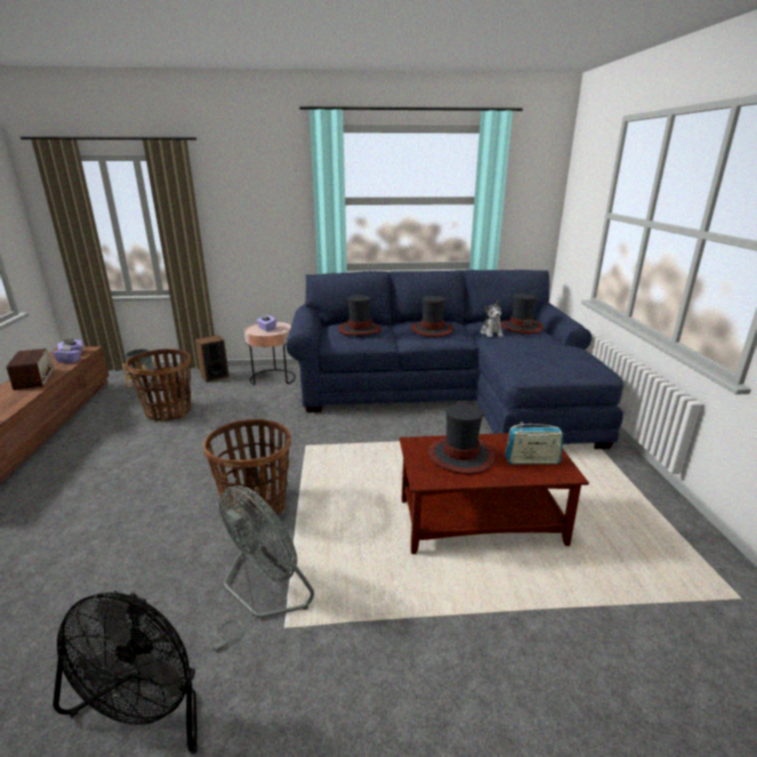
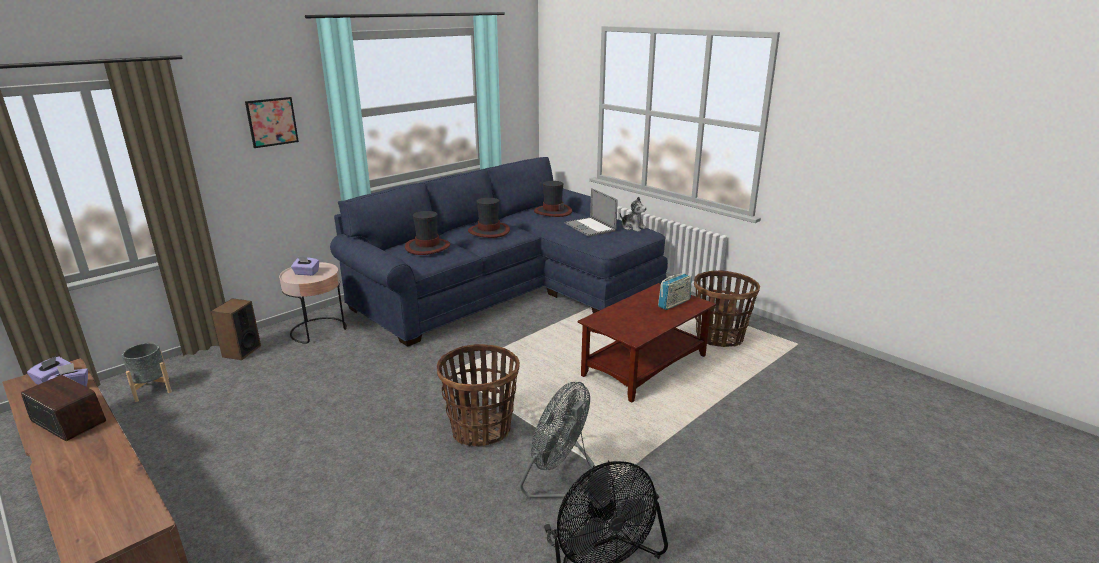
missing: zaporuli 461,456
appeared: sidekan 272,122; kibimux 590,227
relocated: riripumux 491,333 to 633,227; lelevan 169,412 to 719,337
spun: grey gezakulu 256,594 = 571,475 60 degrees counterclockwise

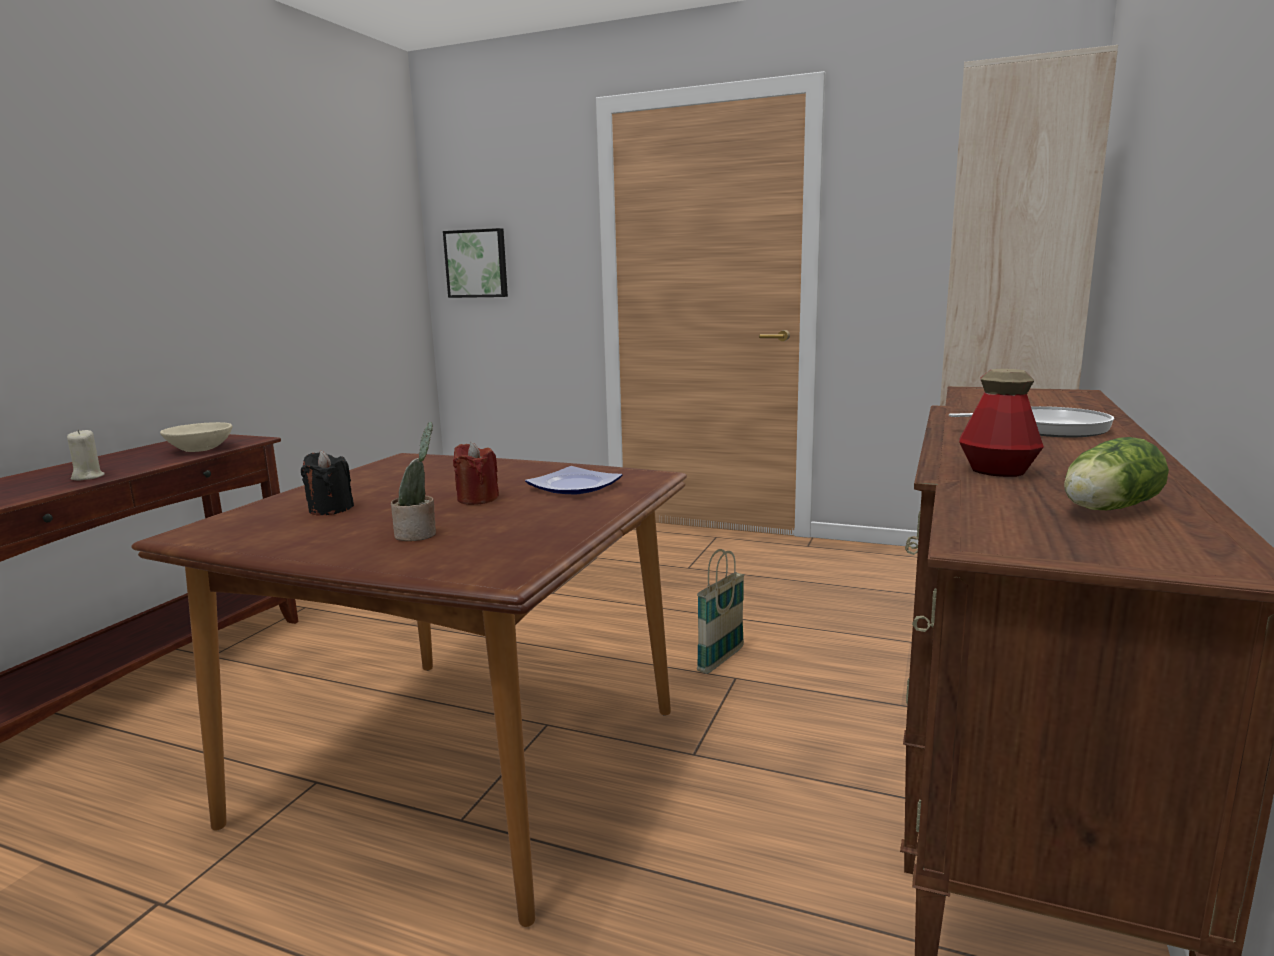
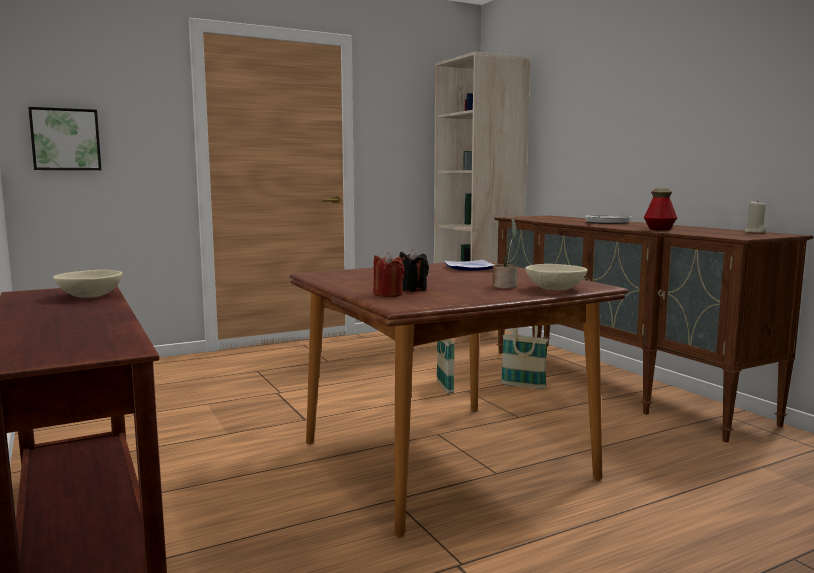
missing: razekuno 1105,509
appeared: lelevan 523,386; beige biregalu 554,289
relocated: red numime 477,499 to 388,294; beige numime 87,477 to 754,232

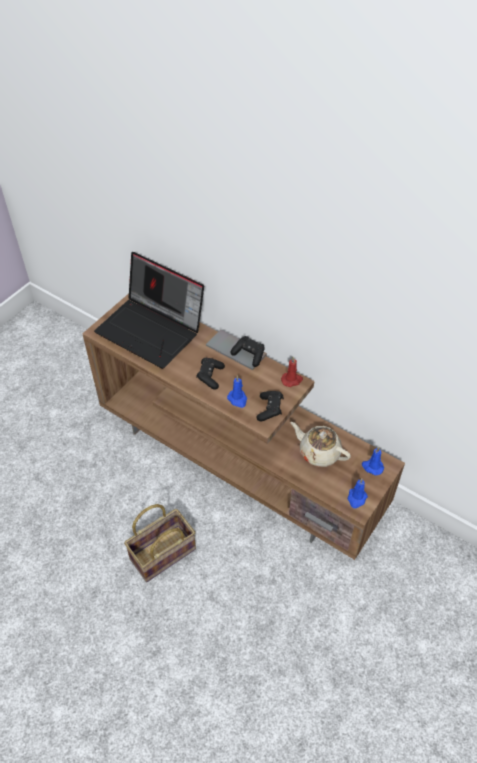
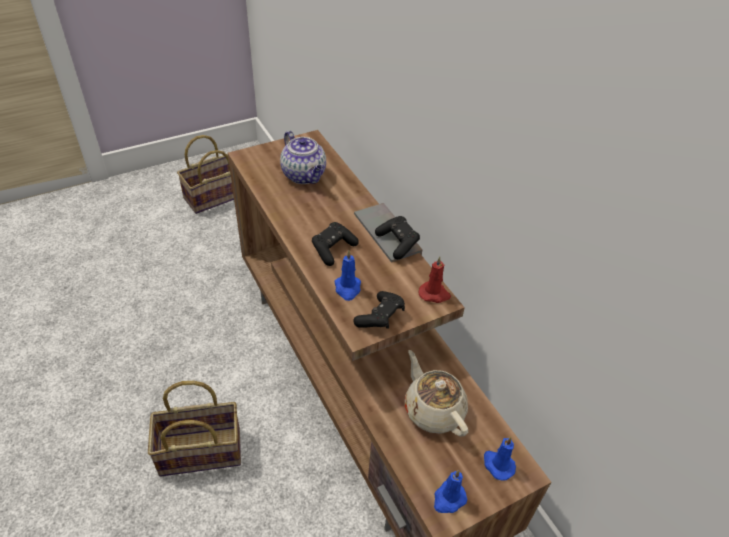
appeared: lelevan 215,195
exchanged: kibimux 152,330 to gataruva 304,176

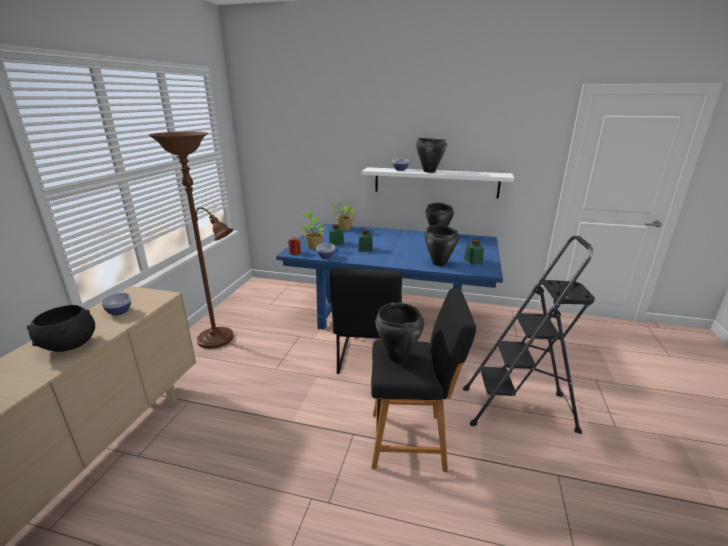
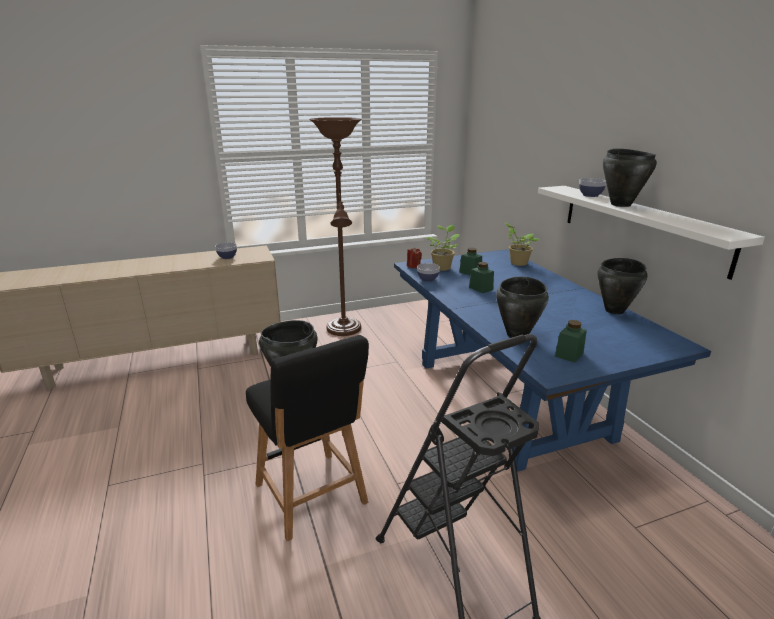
missing: black biregalu 69,345; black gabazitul 368,356

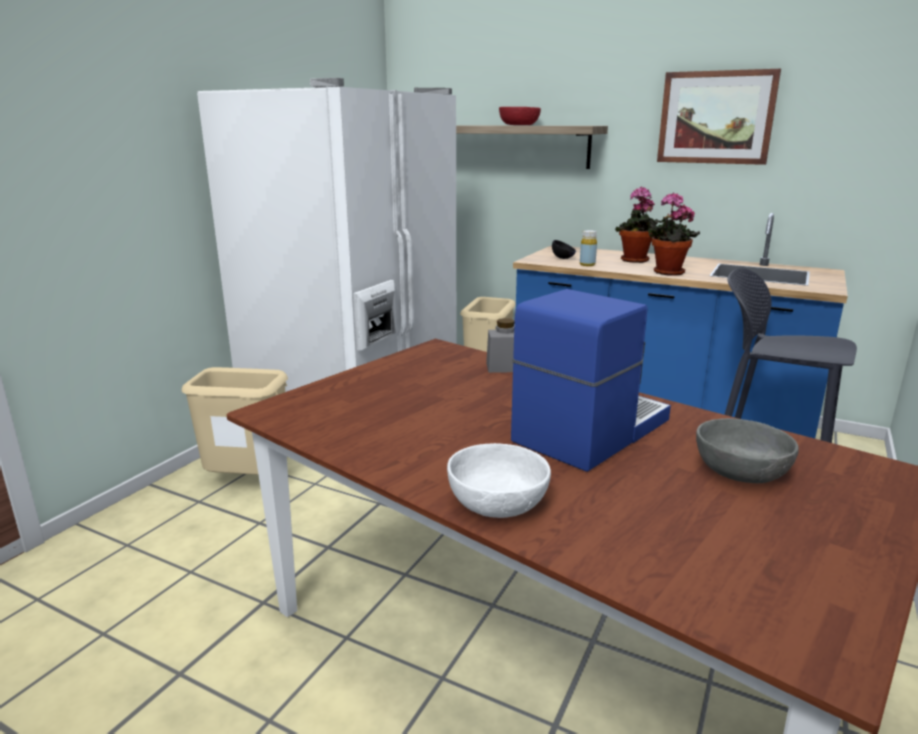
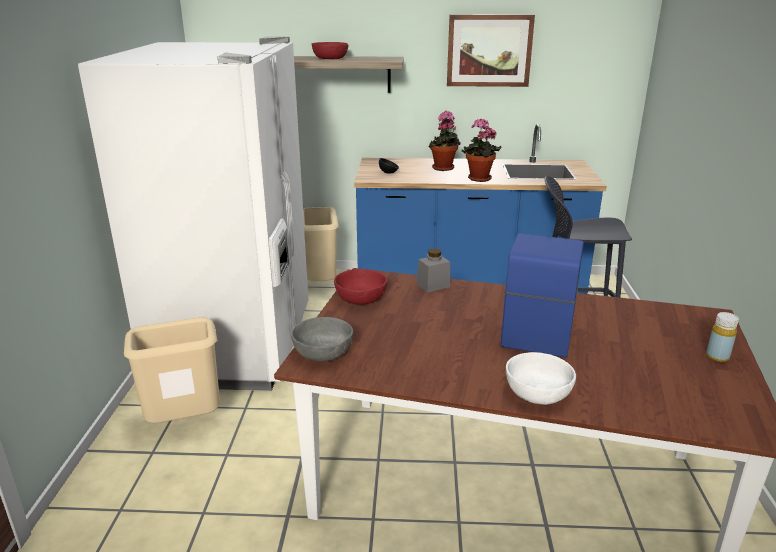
appeared: red biregalu 360,298
relocated: grey biregalu 740,470 to 322,352; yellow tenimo 587,264 to 717,357

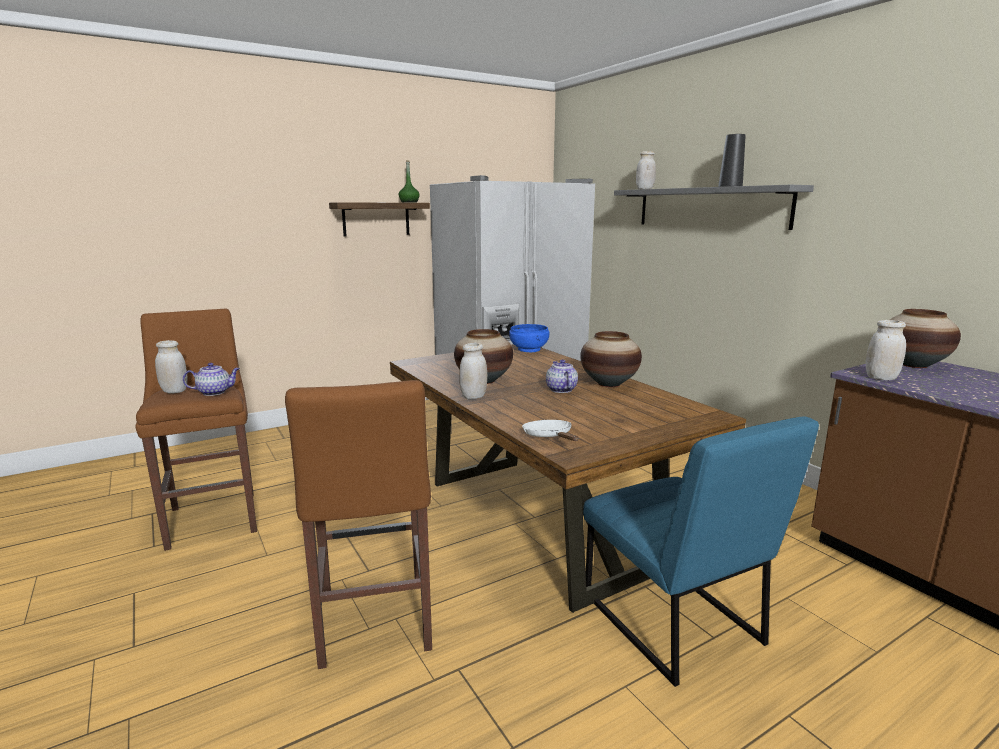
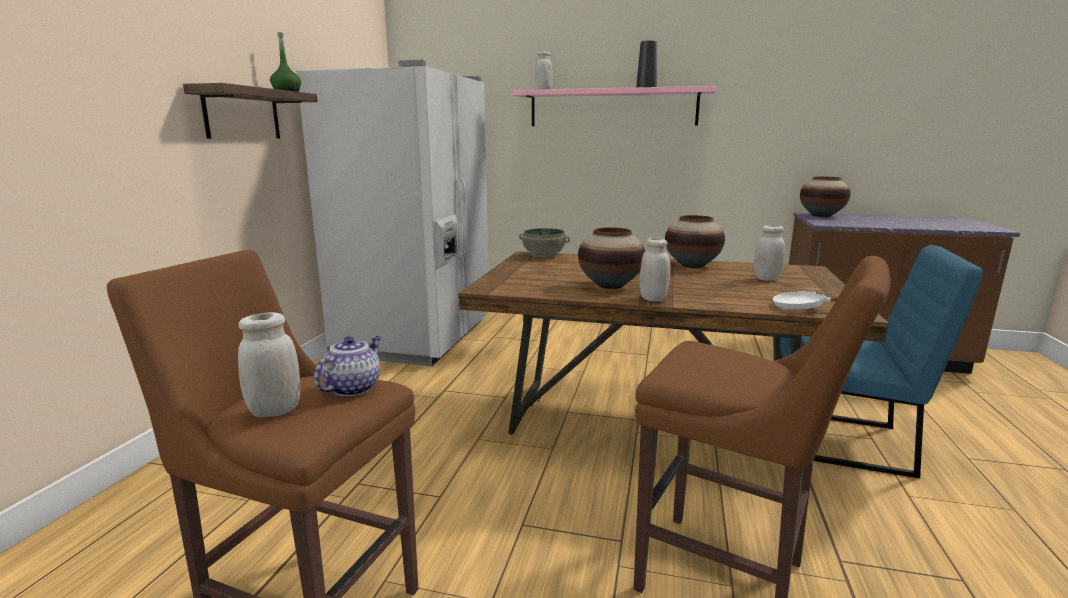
missing: gataruva 560,389
relocated: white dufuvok 881,378 to 767,279
colour: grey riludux 709,207 to pink riludux 612,108; blue biregalu 529,349 to grey biregalu 544,255

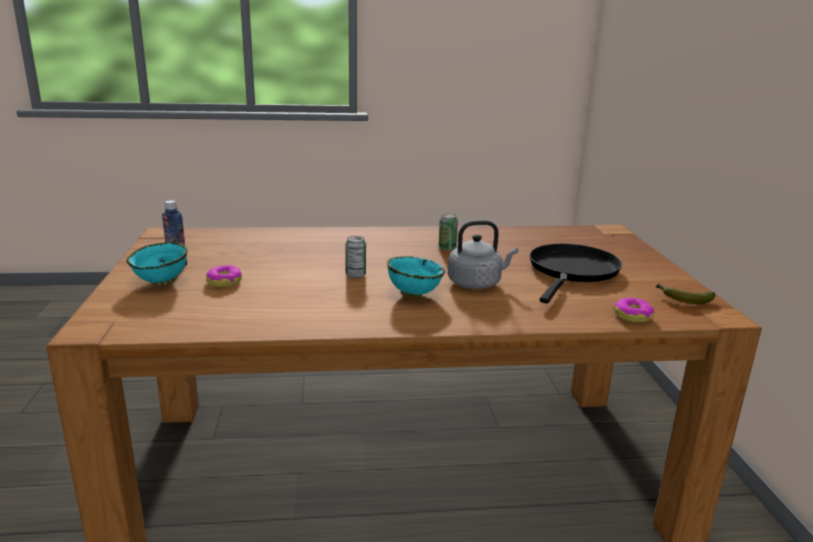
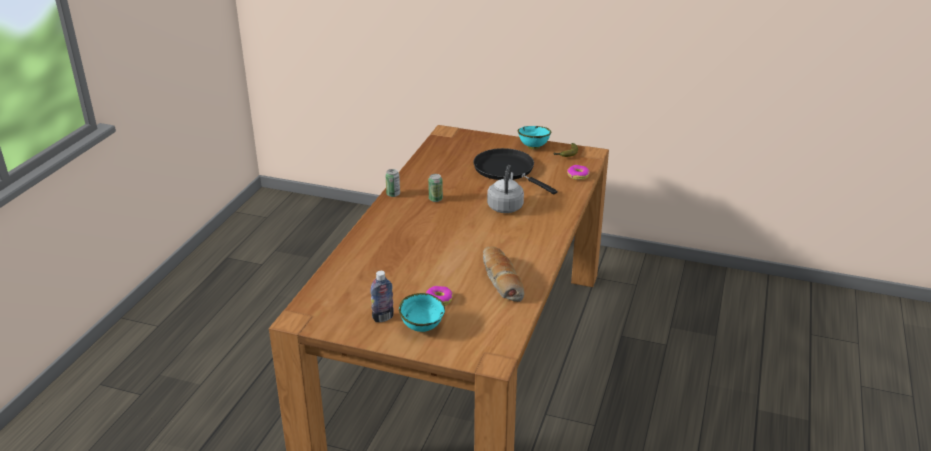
appeared: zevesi 500,280
relocated: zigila 355,275 to 393,194; turquoise biregalu 413,294 to 533,147

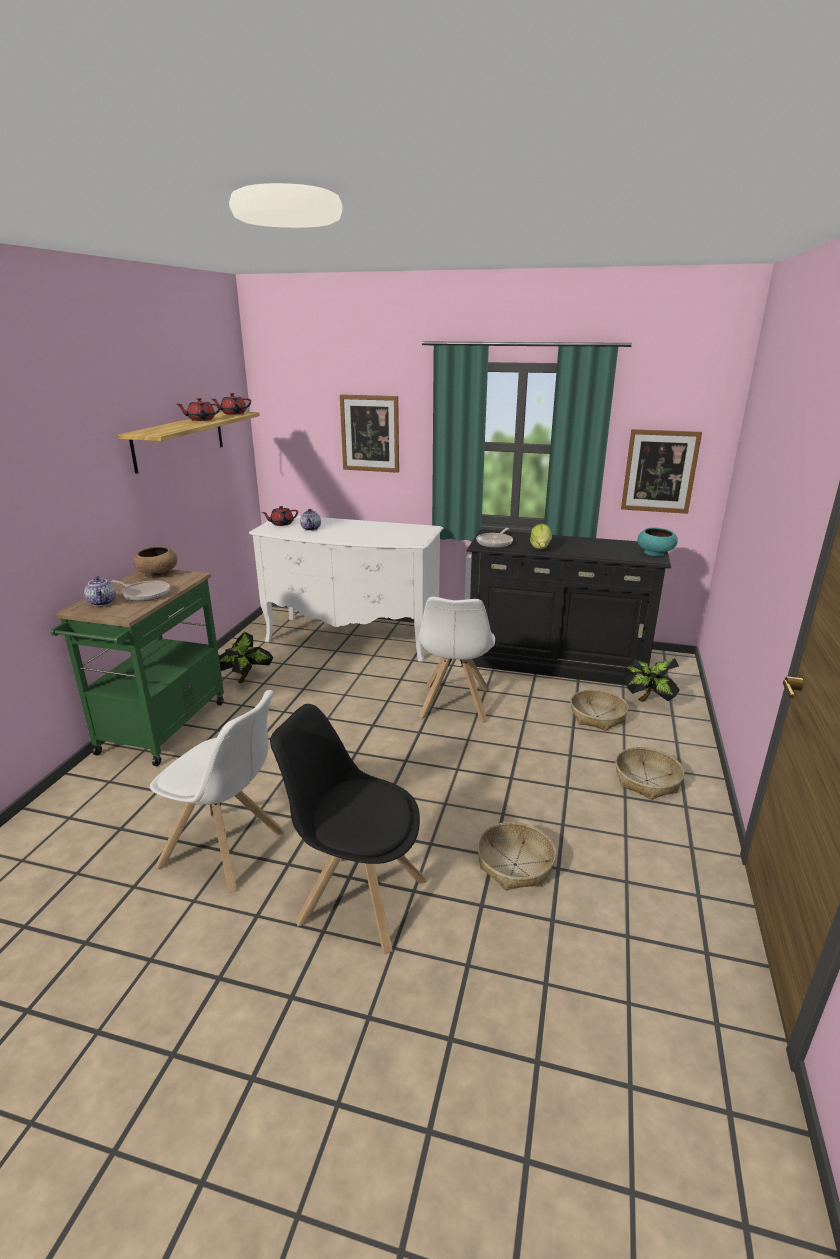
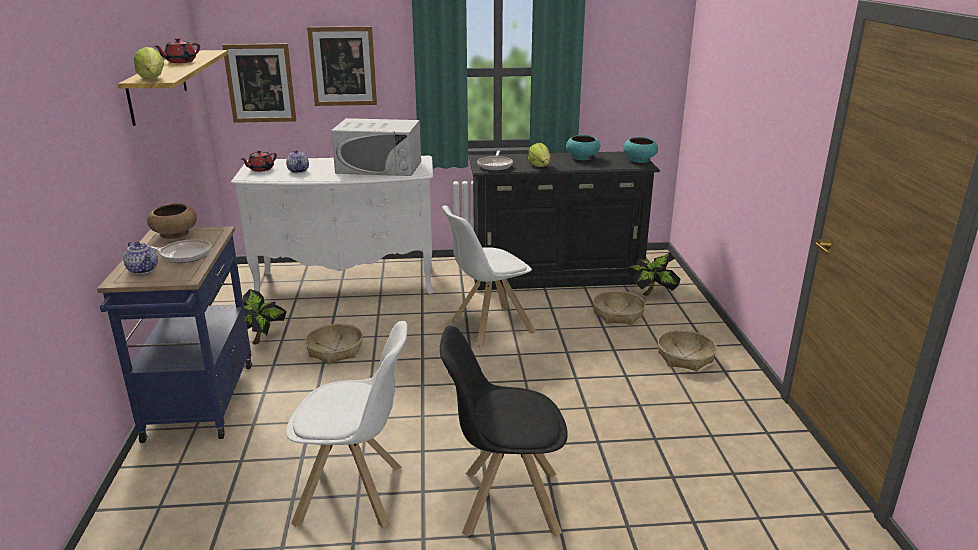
missing: red gataruva 233,413
appeared: razekuno 152,79; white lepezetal 379,167; turquoise biregalu 582,158
relocated: sidekan 659,471 to 260,83; lelevan 514,864 to 335,350
colour: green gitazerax 160,730 to blue gitazerax 199,404
spun: white gabazitul 454,705 = 488,327 75 degrees clockwise

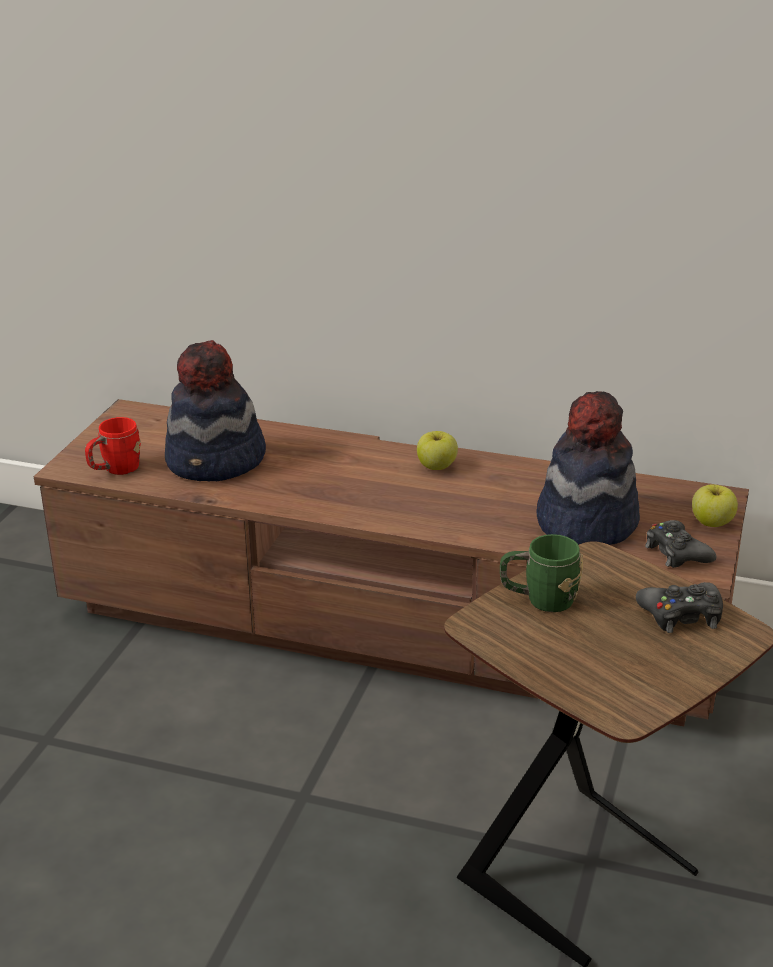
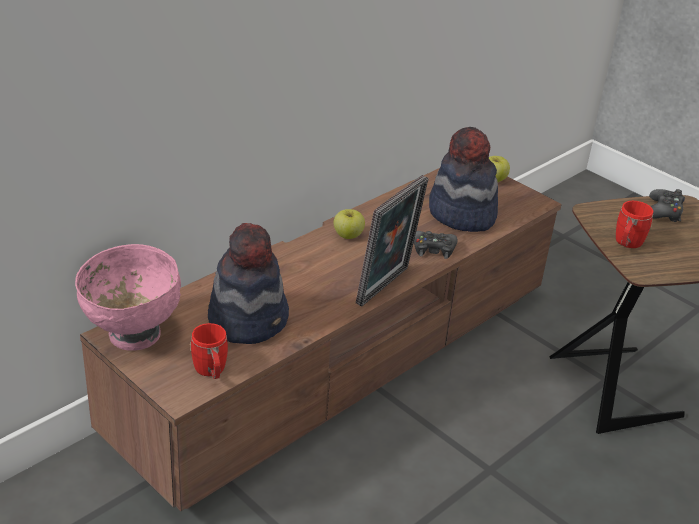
appeared: pink biregalu 133,335; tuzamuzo 386,287
relocated: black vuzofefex 677,553 to 433,249
colour: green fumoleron 539,600 to red fumoleron 627,244

